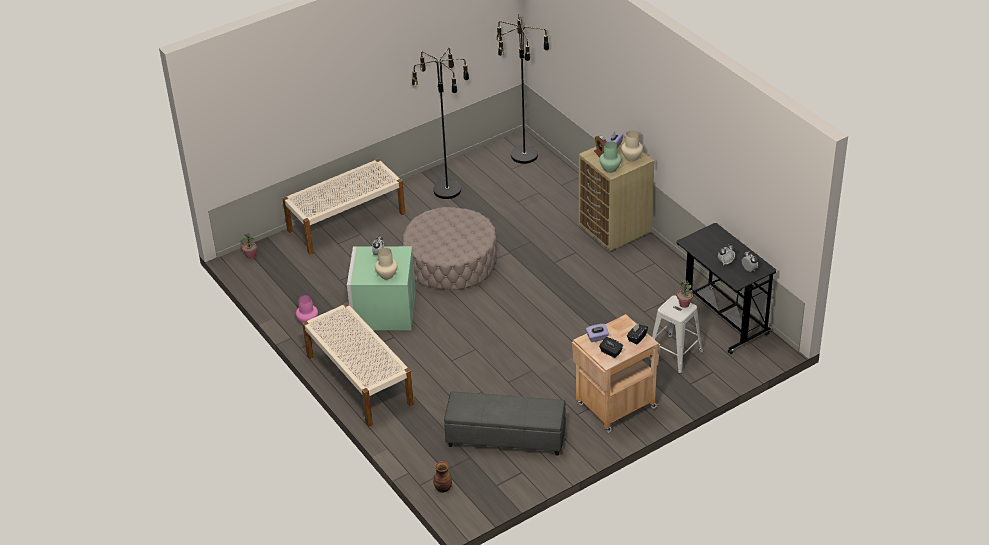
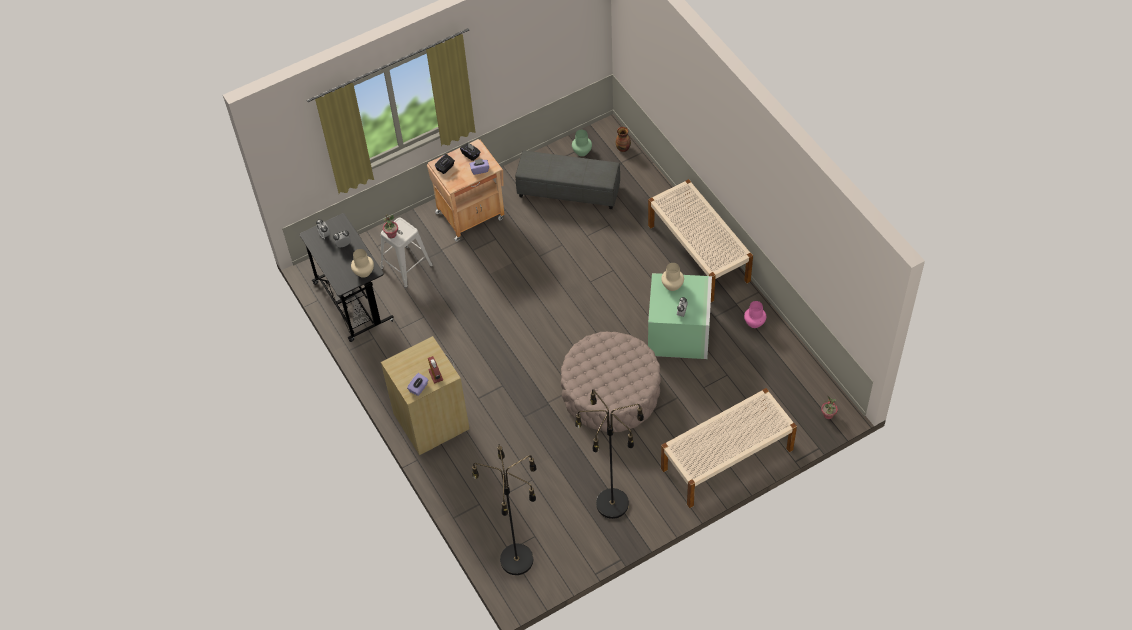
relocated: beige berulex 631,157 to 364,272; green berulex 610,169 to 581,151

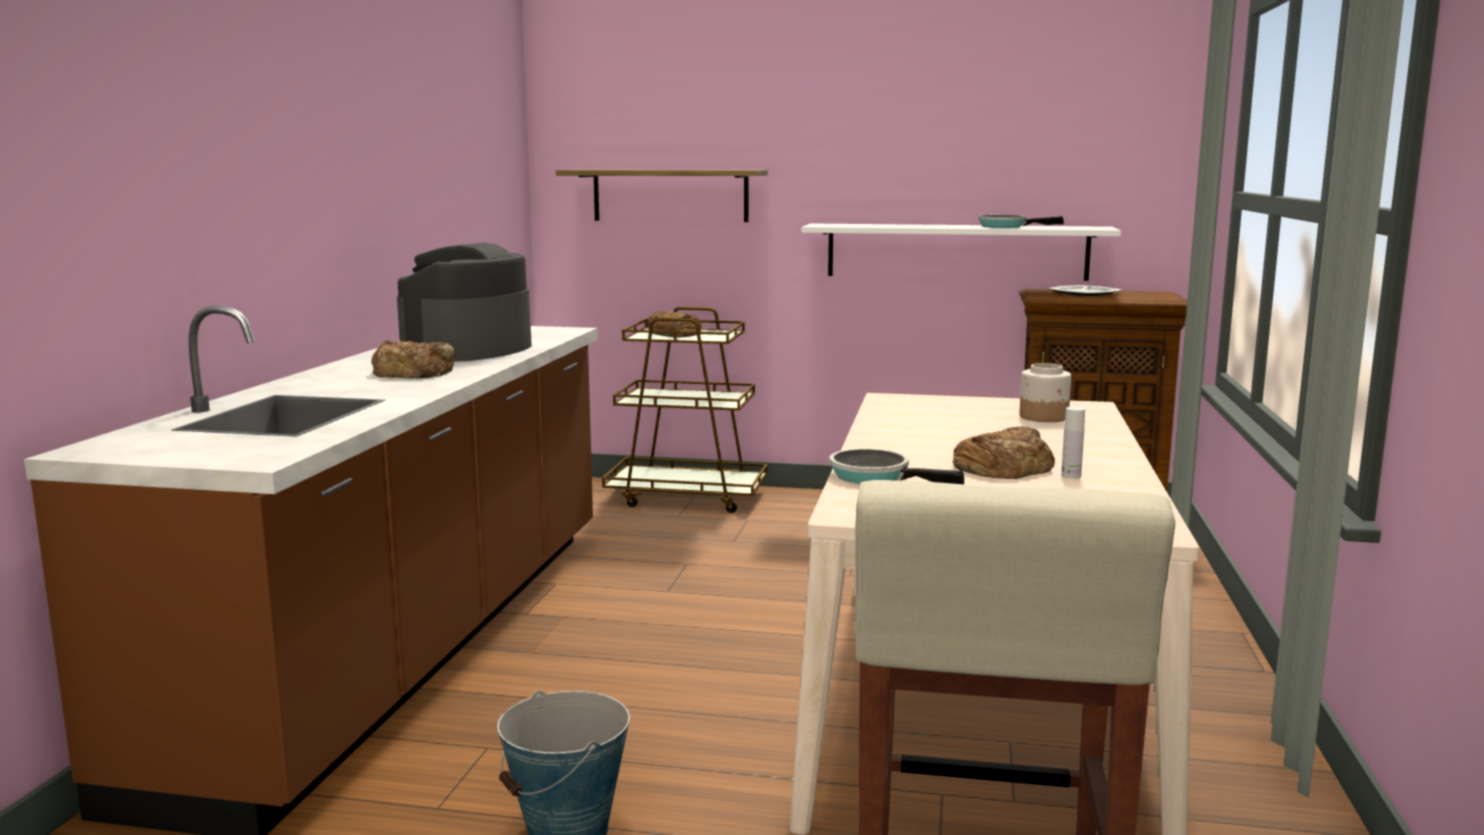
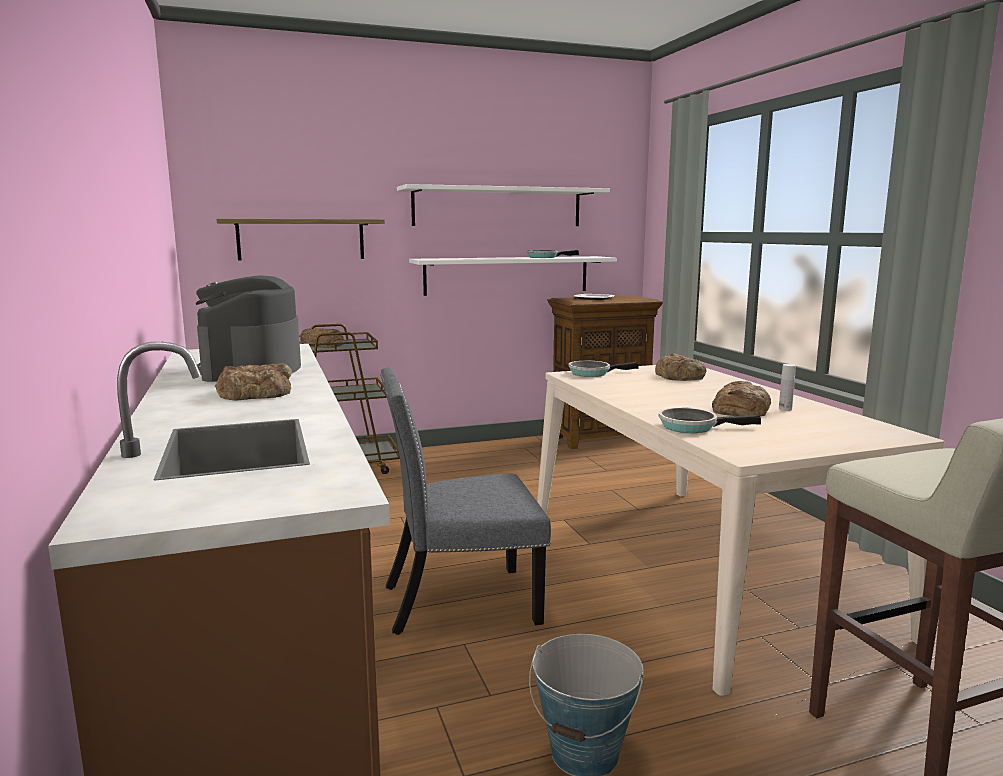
appeared: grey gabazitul 463,601; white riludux 498,207; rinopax 592,373
exchanged: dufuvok 1044,417 to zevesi 680,375

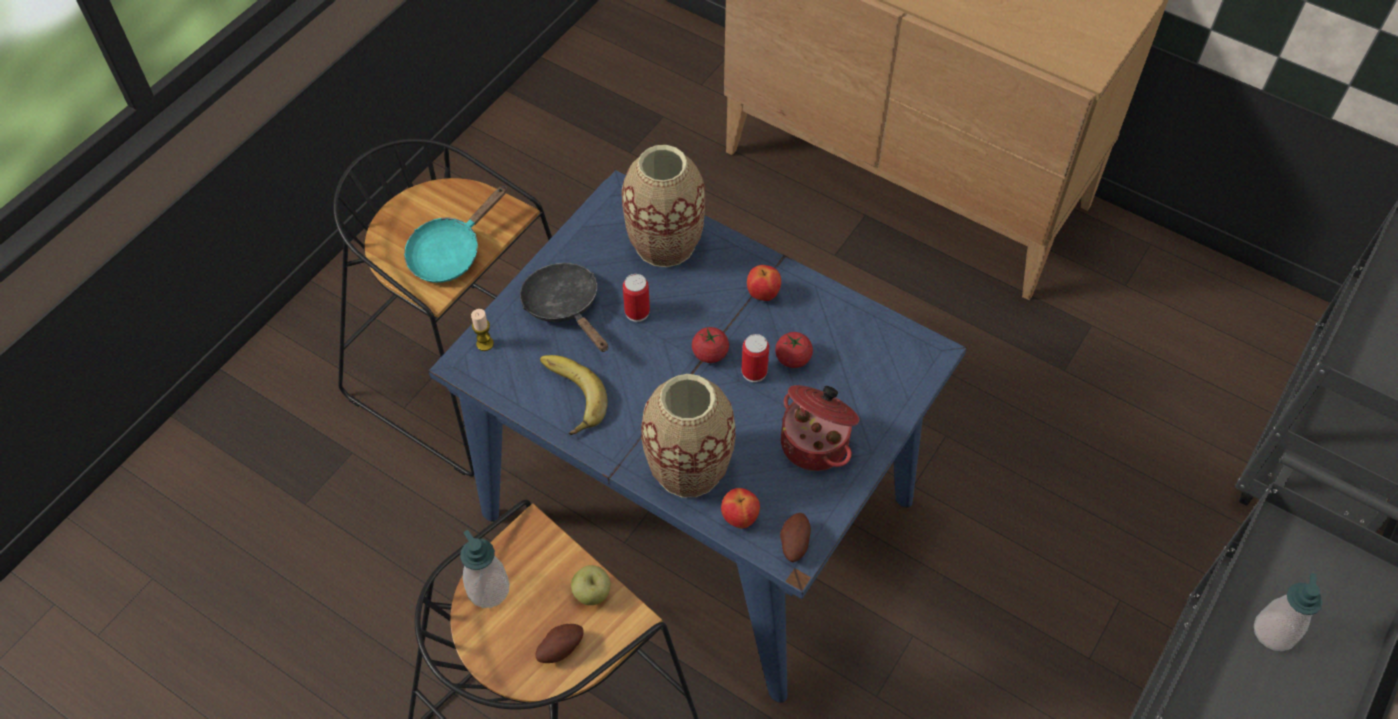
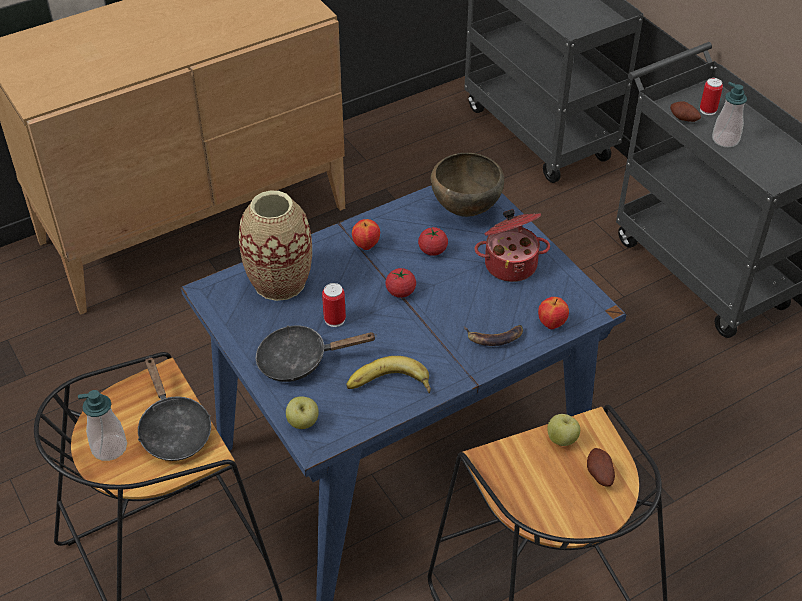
appeared: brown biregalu 465,210
relocated: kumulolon 488,589 to 109,447; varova 793,543 to 683,119; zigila 754,372 to 708,110
exchanged: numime 485,344 to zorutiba 303,423; berulex 688,468 to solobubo 494,337
colour: turquoise rinopax 450,252 to black rinopax 173,430

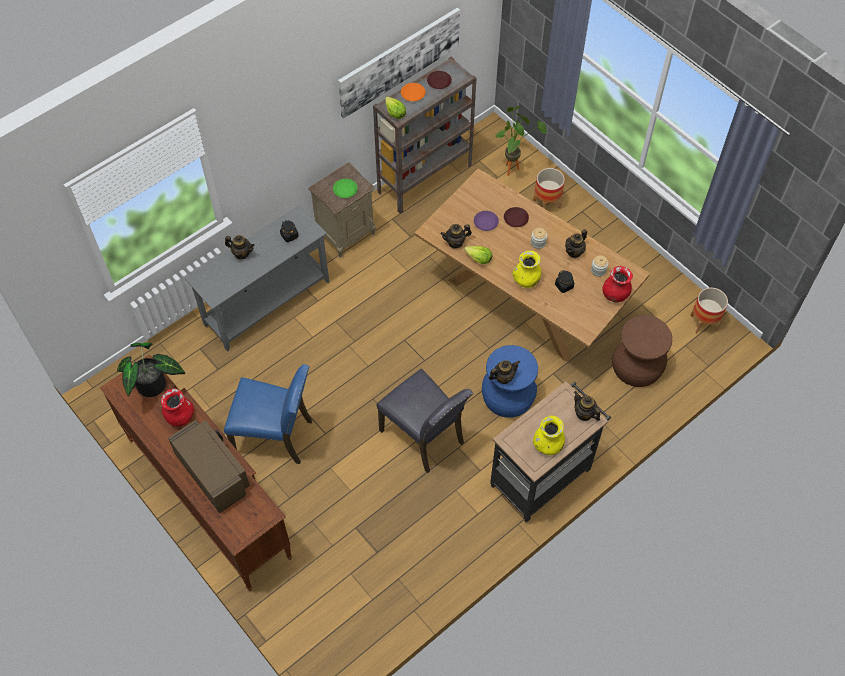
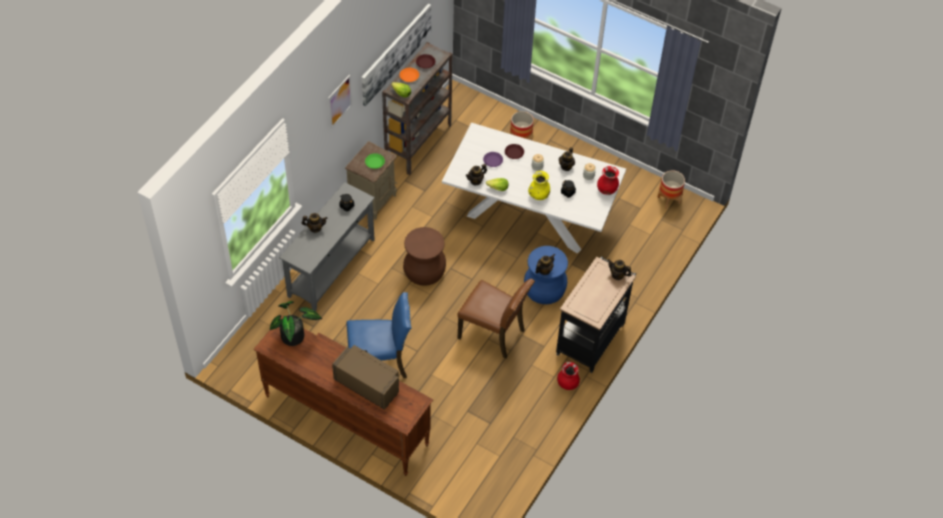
missing: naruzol 513,167; yellow berulex 548,444
appeared: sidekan 339,101
relocated: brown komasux 637,366 to 424,270; red berulex 179,416 to 567,383
colour: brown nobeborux 524,300 to white nobeborux 531,216; grey gabazitul 424,437 to brown gabazitul 493,334

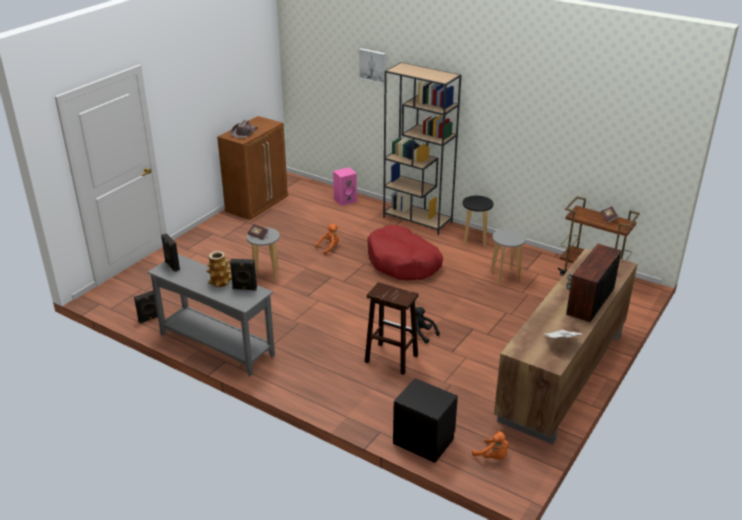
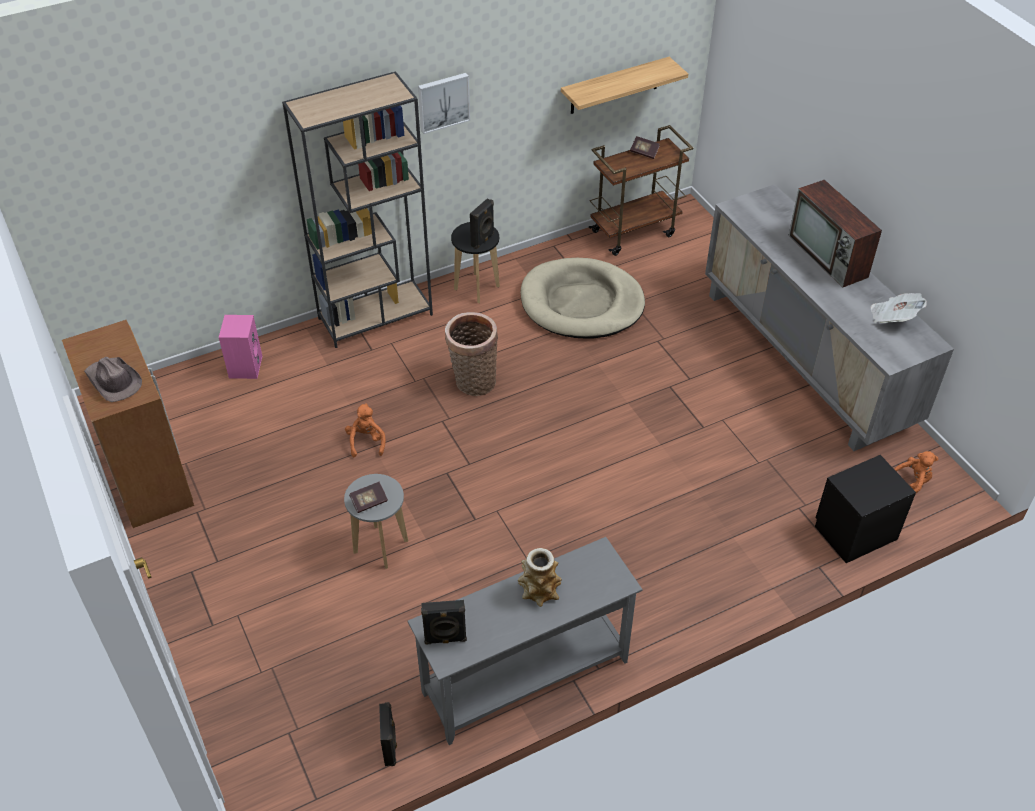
missing: brown komasux 390,358; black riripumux 421,334
appeared: riludux 614,86
relocated: sidekan 373,65 to 443,102; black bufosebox 244,289 to 483,240
exchanged: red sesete 403,262 to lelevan 473,381; grey komasux 505,276 to beige sesete 581,303
colour: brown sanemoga 562,376 to grey sanemoga 807,357

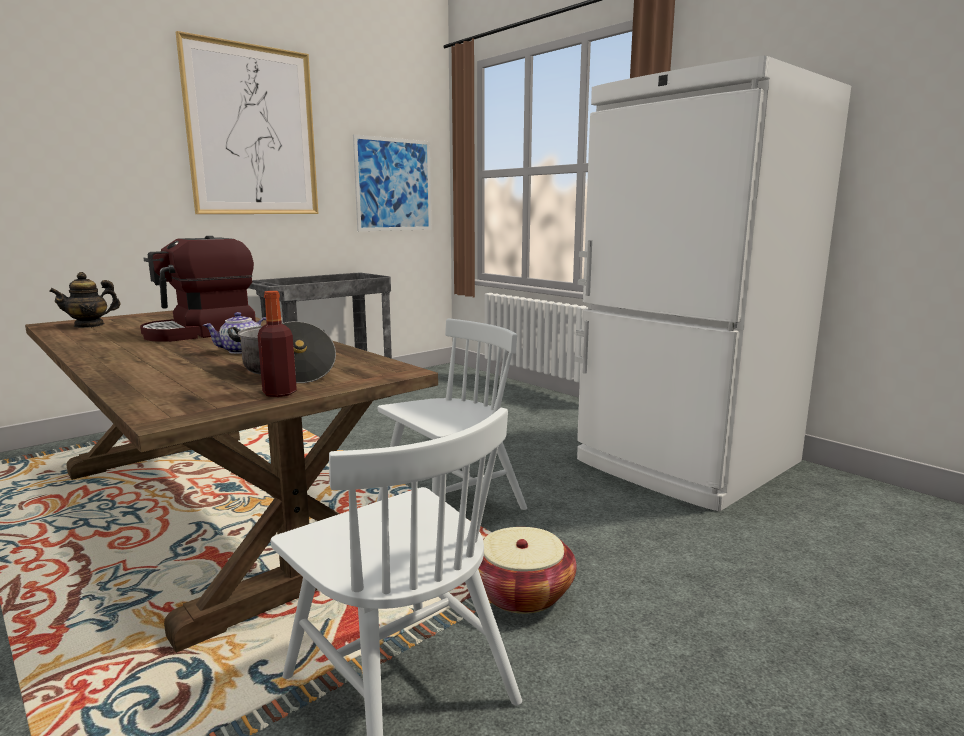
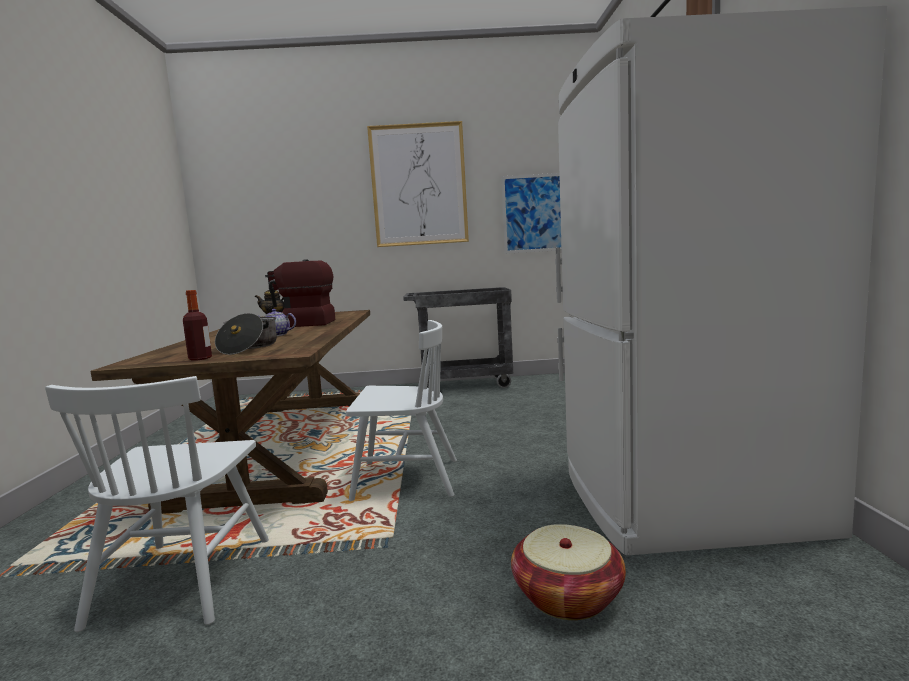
relocated: lelevan 522,593 to 568,596

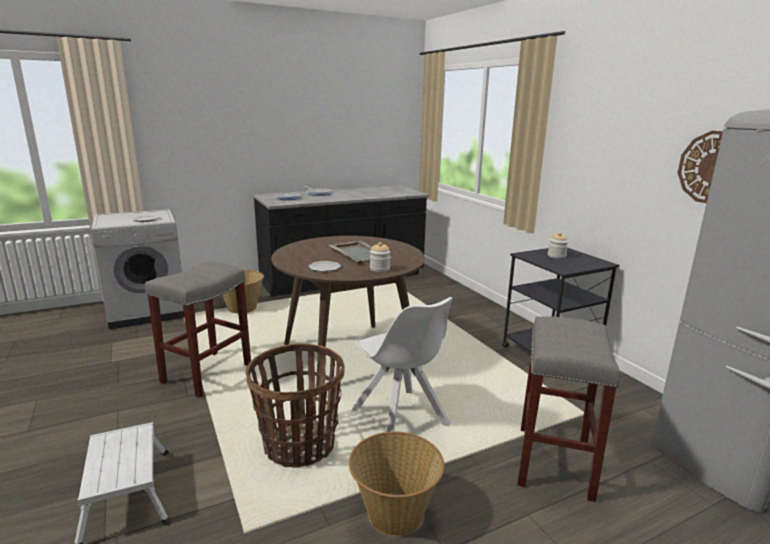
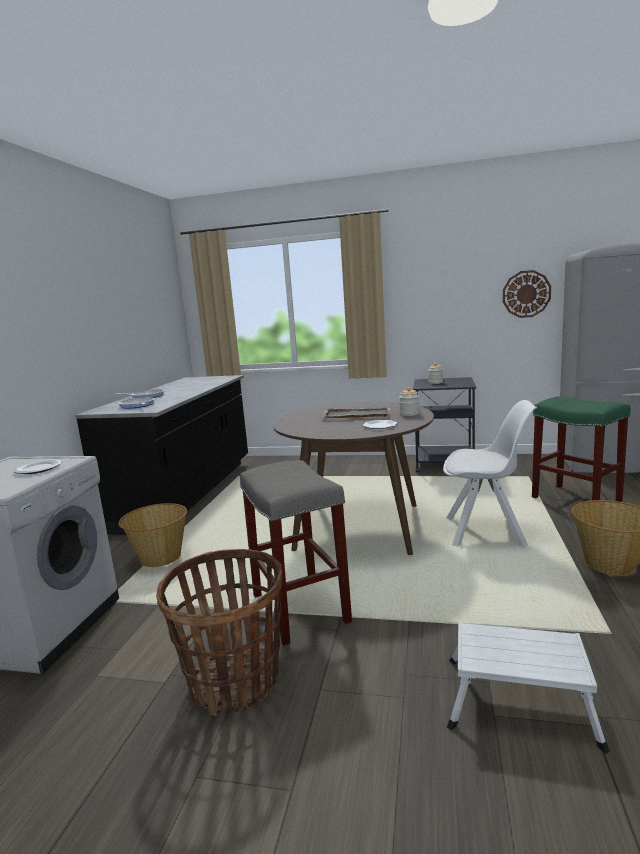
relocated: lelevan 299,446 to 234,682
colour: grey komasux 555,463 to green komasux 577,500

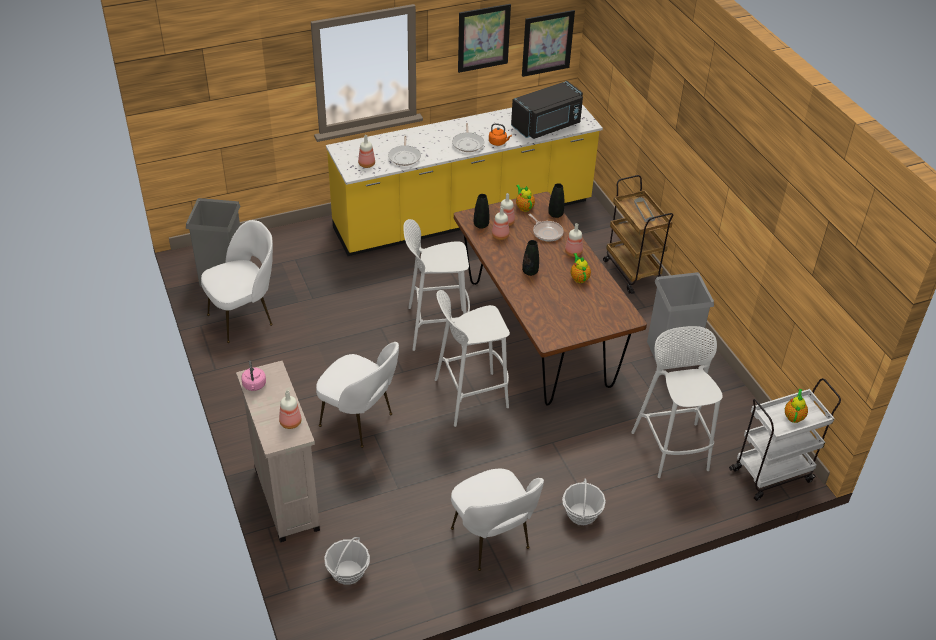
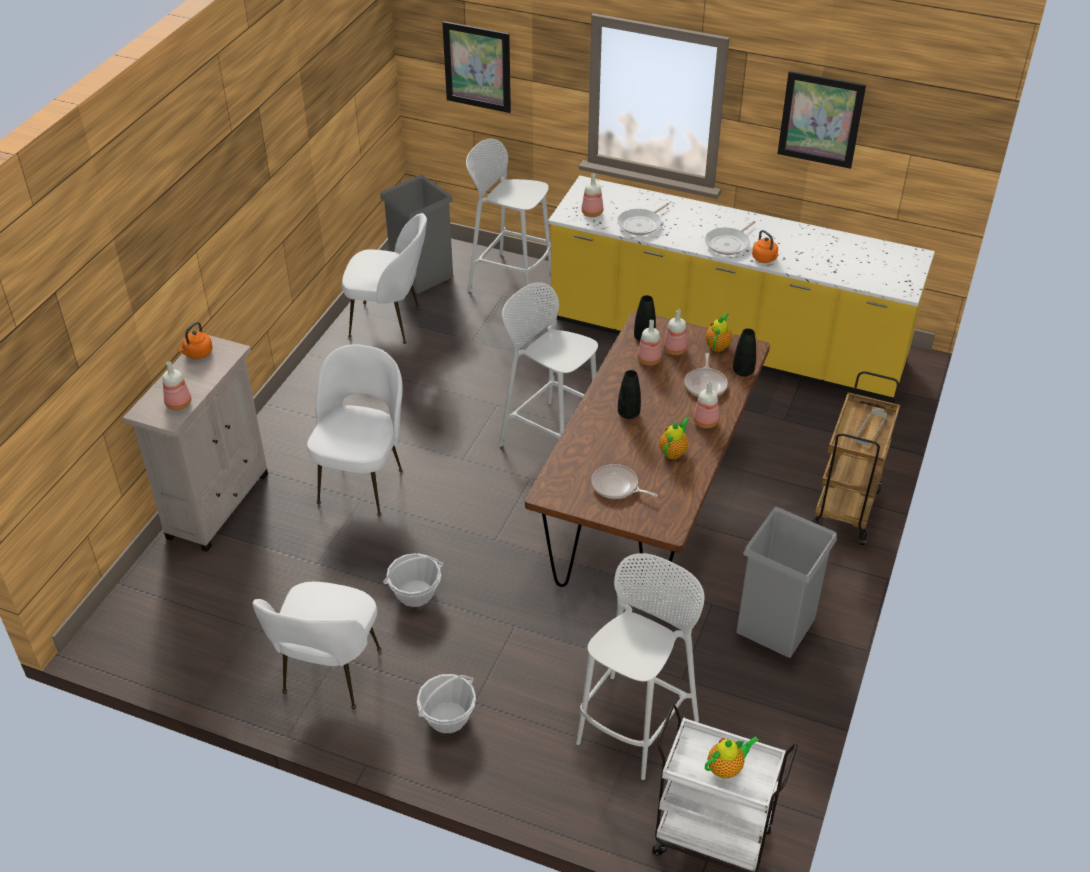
missing: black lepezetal 547,126
appeared: rinopax 617,486
relocated: lelevan 348,572 to 415,593; sidekan 547,43 to 477,67; white komasux 470,396 to 510,279
colour: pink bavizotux 254,386 to orange bavizotux 197,354
spun: white gabazitul 360,423 = 363,481 150 degrees counterclockwise

